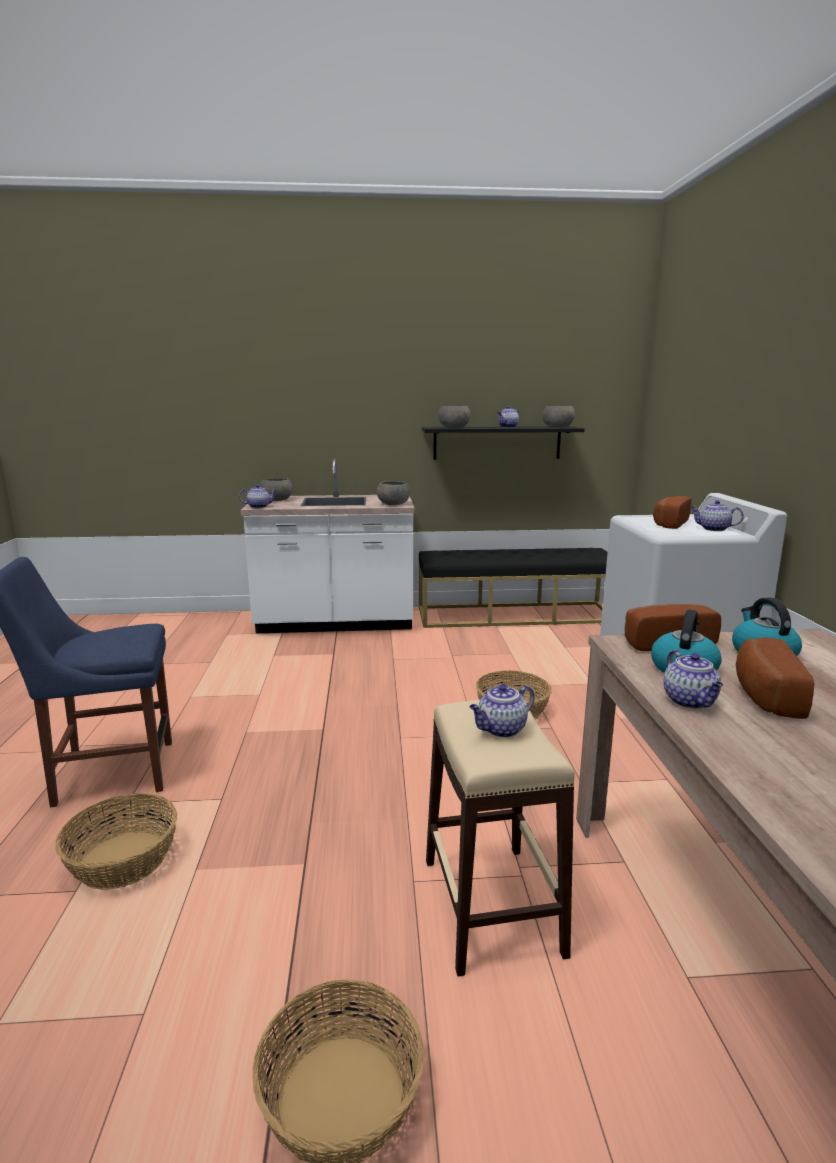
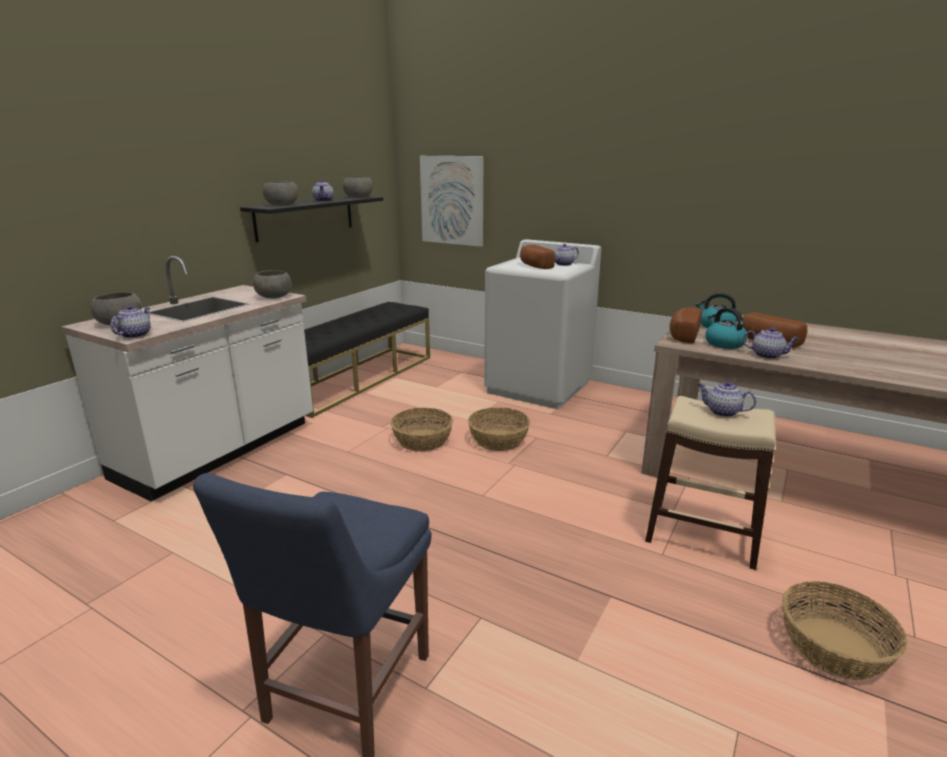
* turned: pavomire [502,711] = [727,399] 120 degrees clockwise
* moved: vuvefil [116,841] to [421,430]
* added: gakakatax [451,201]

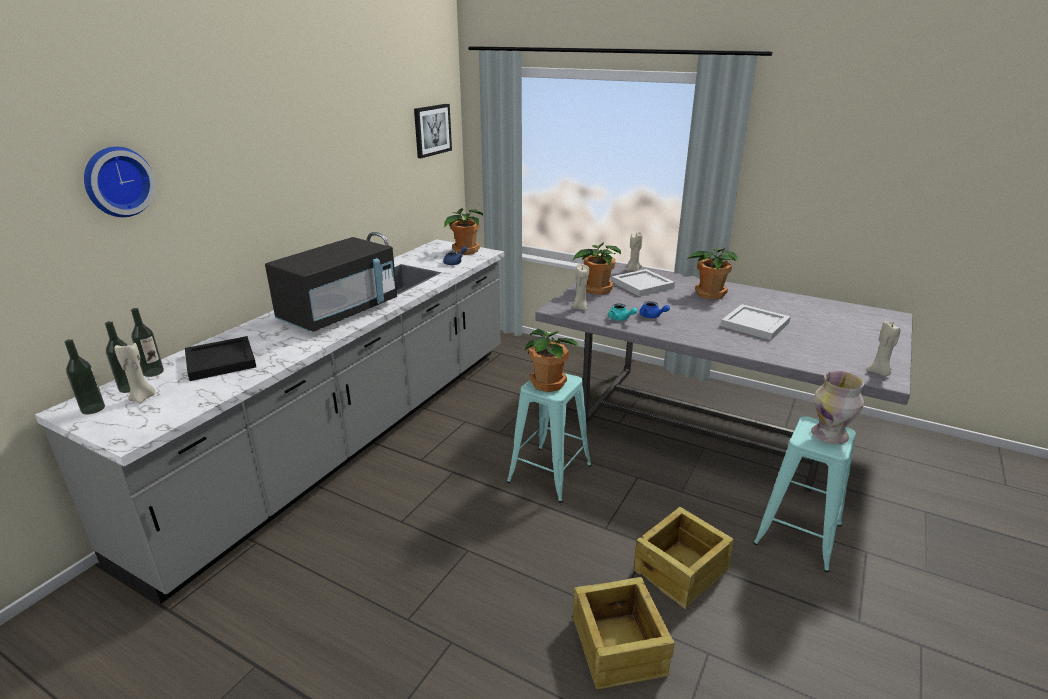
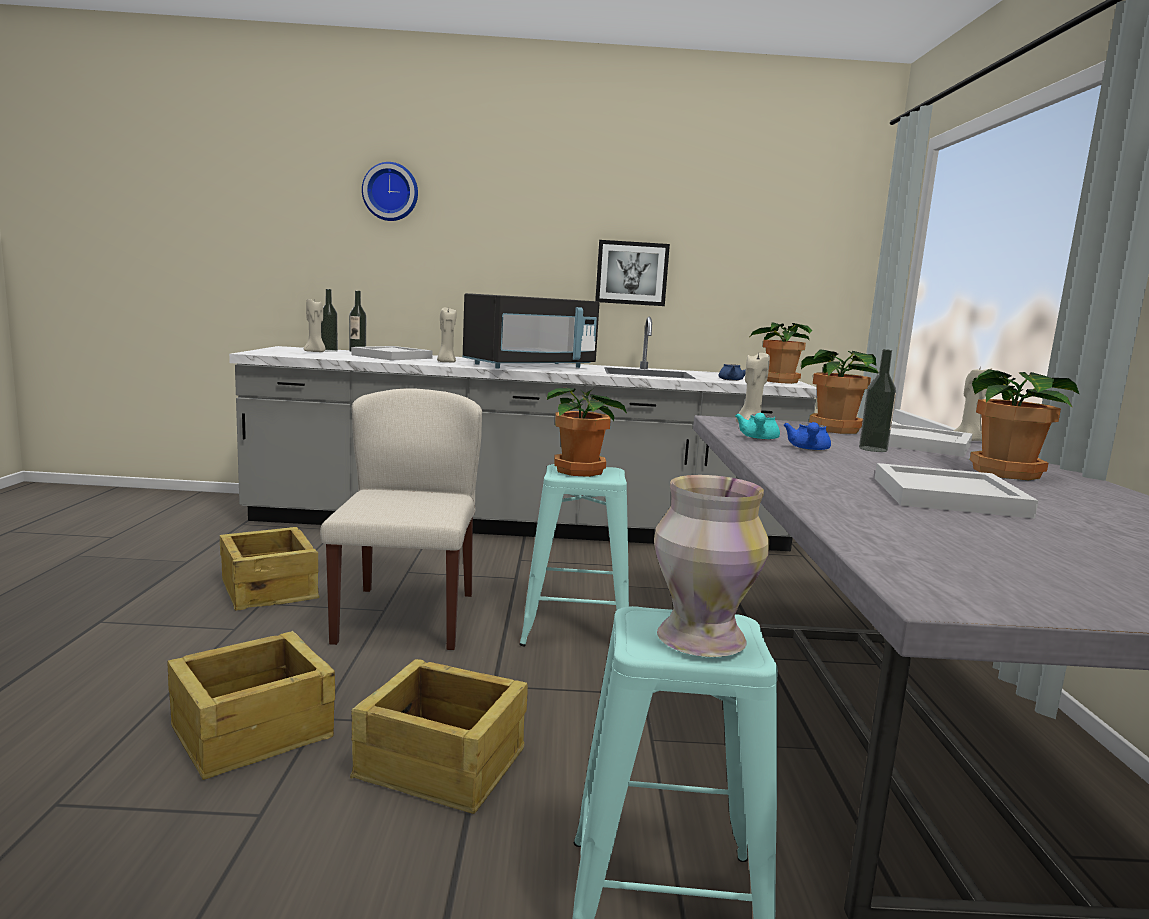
* moved: gakakatax [433,131] to [632,273]
* turned: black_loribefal [331,284] = [531,331] 45 degrees counterclockwise
* moved: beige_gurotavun [883,348] to [446,335]
* recoloured: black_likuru [220,358] to white_likuru [392,353]
* moved: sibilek [84,376] to [877,400]
* added: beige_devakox [401,519]
* added: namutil [269,568]

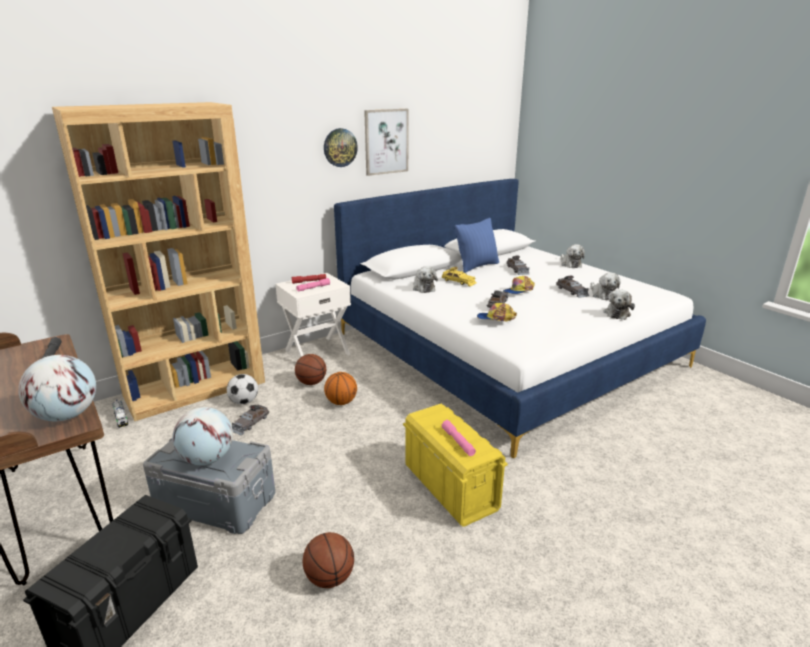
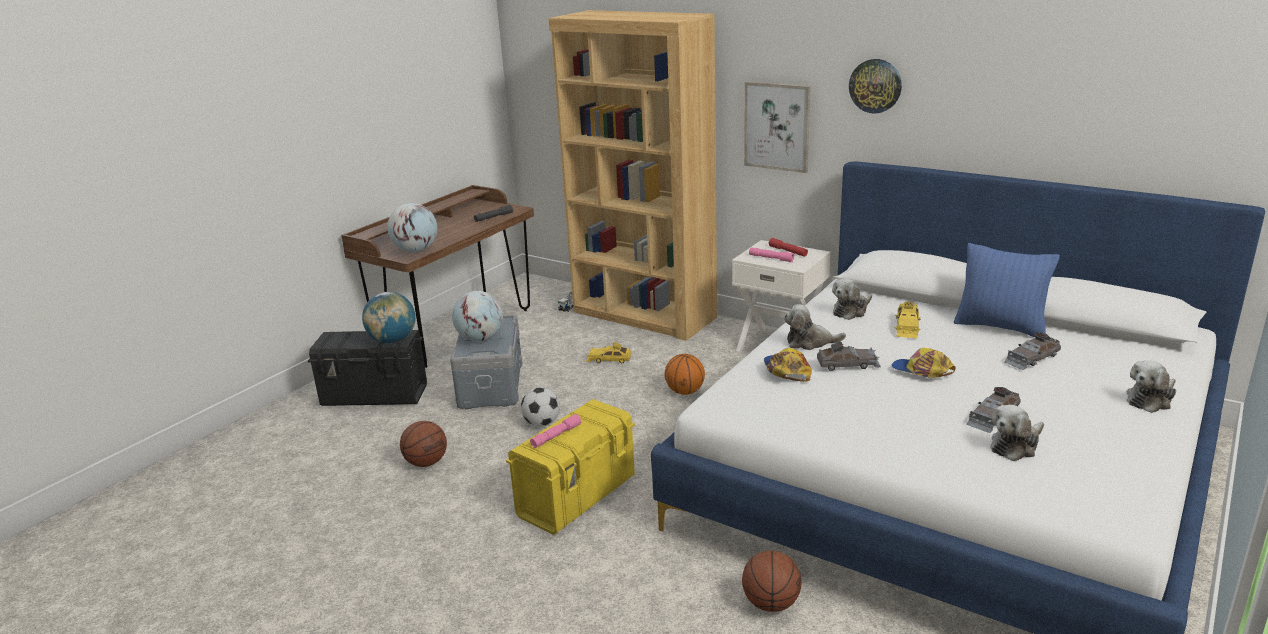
* moved: gakakatax [386,142] to [777,127]
* moved: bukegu [619,304] to [815,327]
* moved: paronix [310,369] to [772,581]
* moved: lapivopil [242,389] to [540,407]
* recoloured: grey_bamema [250,419] to yellow_bamema [608,353]
* added: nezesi [389,317]

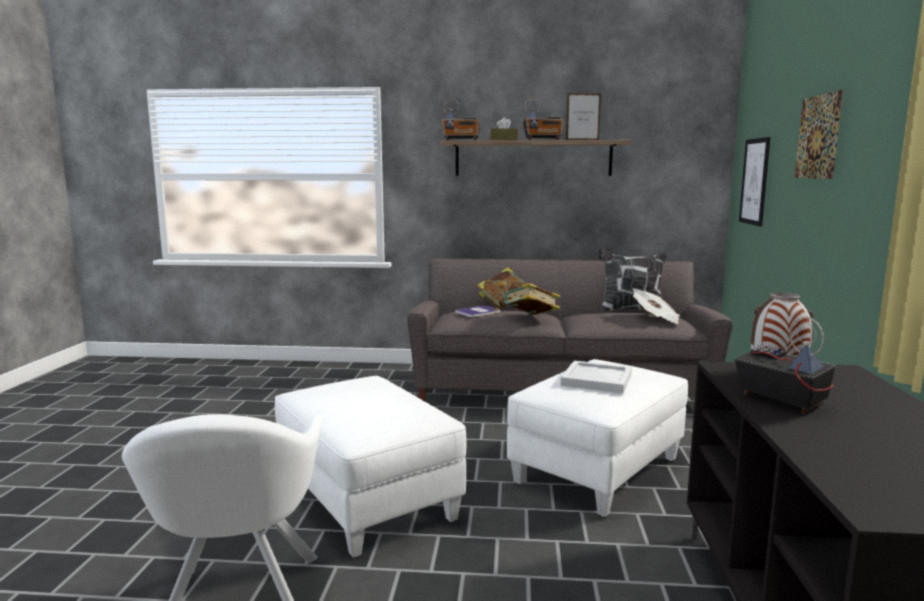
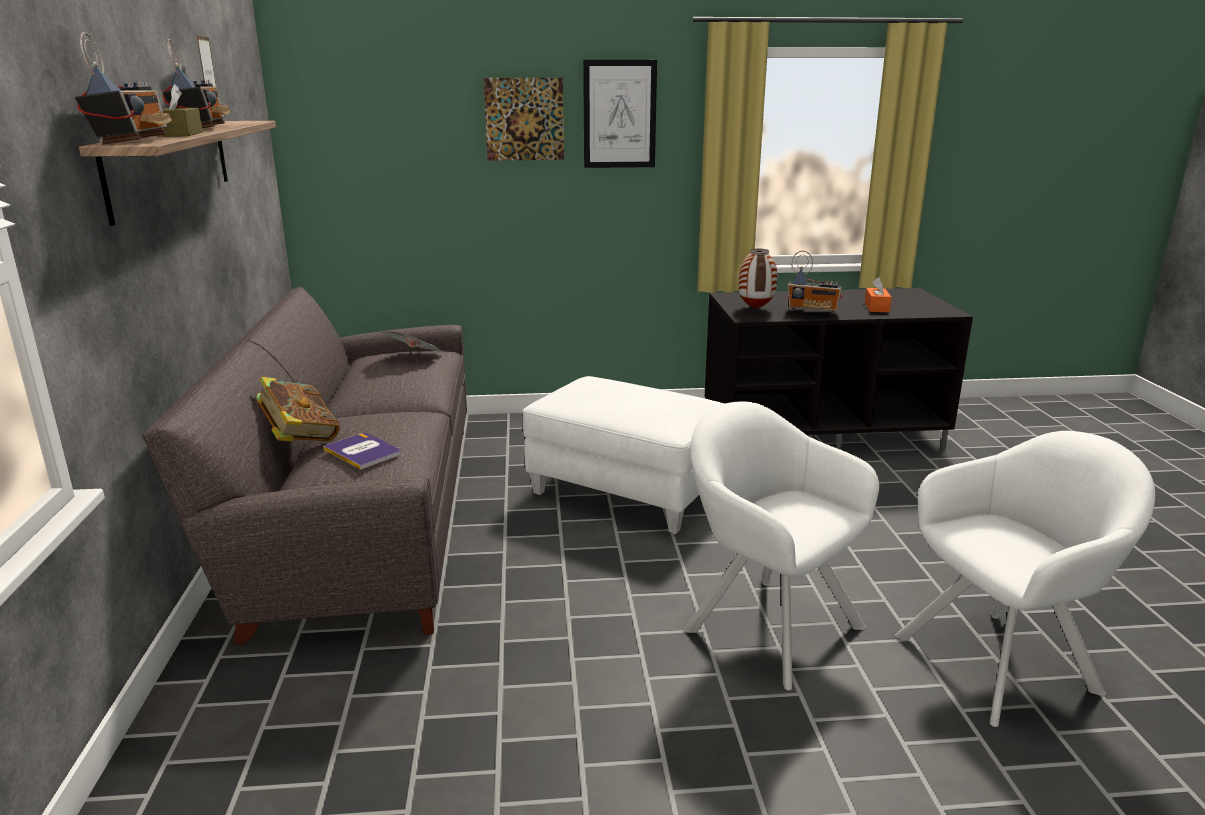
* moved: gakakatax [754,182] to [620,114]
* removed: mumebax [633,280]
* removed: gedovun [532,299]
* turned: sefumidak [785,365] = [814,283] 120 degrees counterclockwise
* removed: white_likuru [596,377]
* replaced: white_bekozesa [370,466] to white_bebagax [781,546]
* added: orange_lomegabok [878,294]

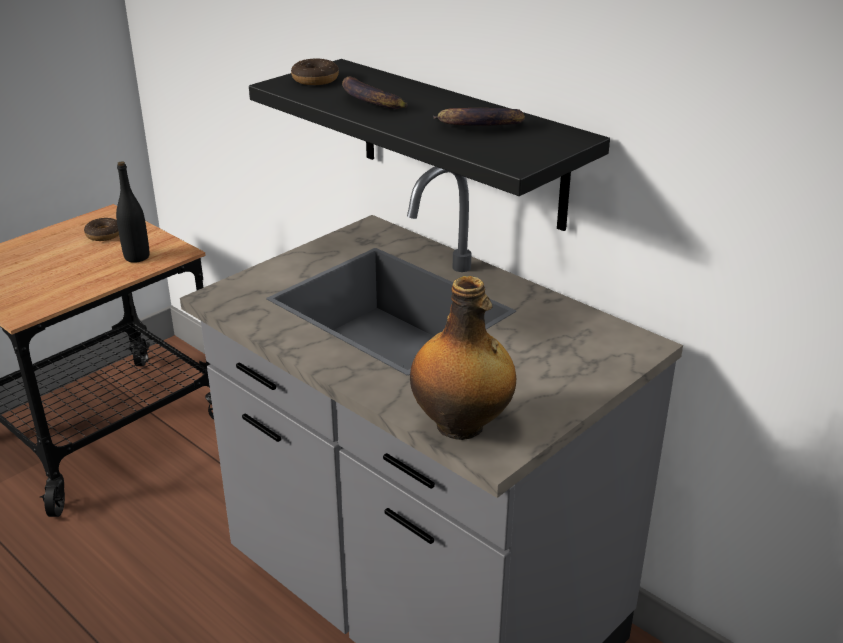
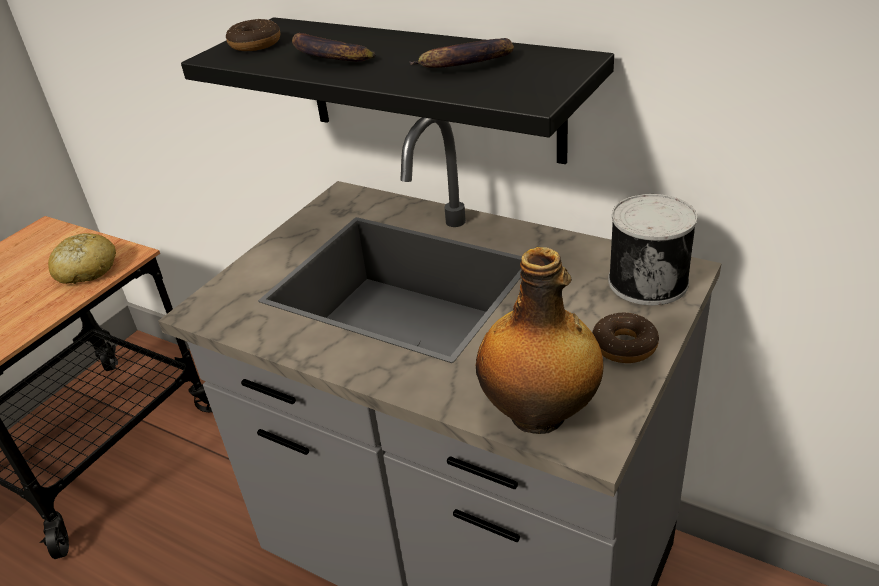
* replaced: black_sibilek [132,212] to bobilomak [82,258]
* moved: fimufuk [101,229] to [625,338]
* added: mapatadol [652,249]

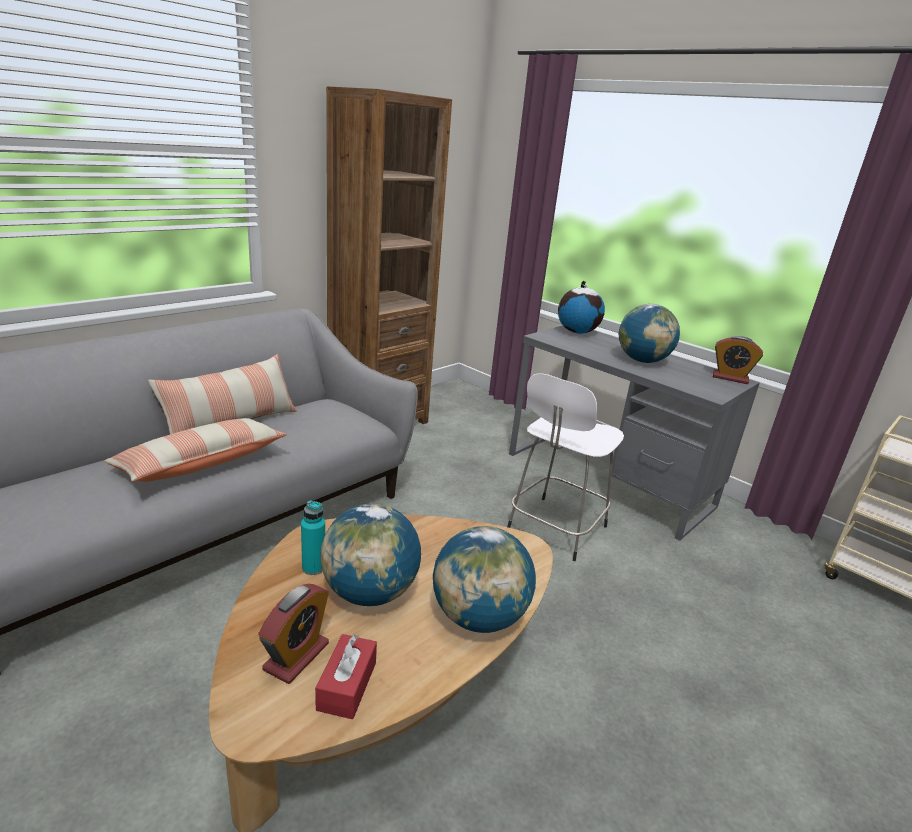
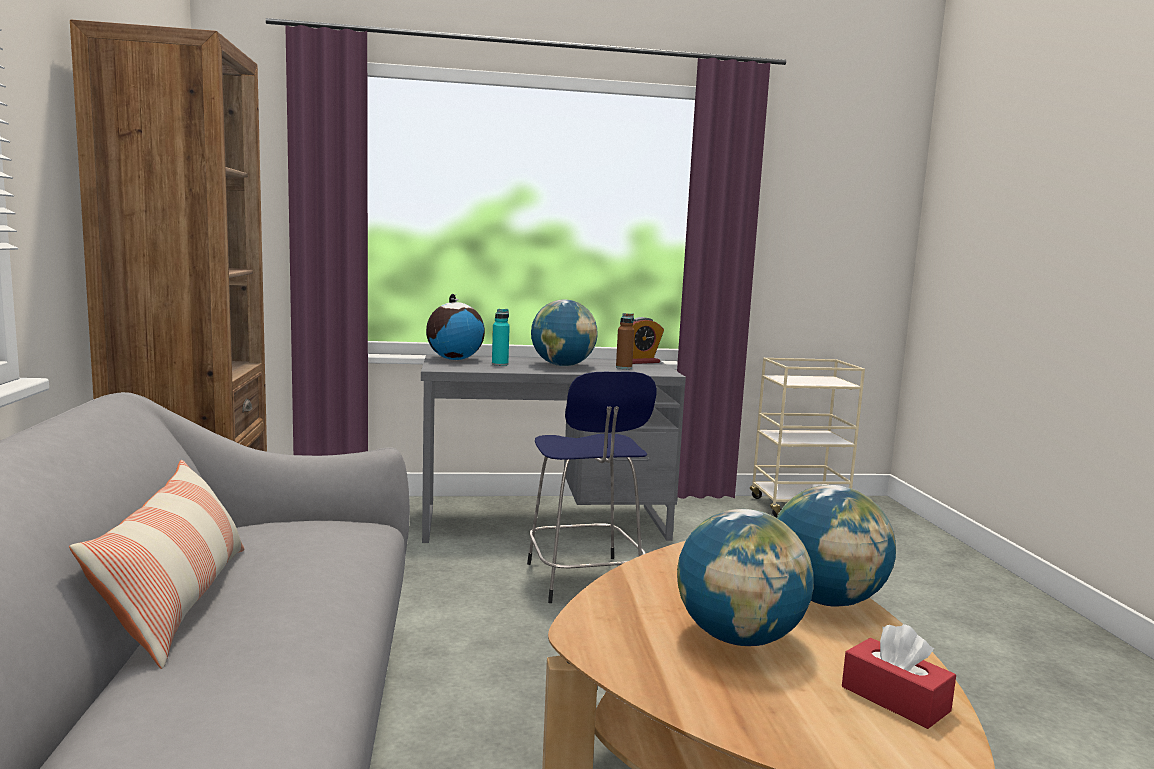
* recoloured: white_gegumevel [565,467] to blue_gegumevel [592,487]
* removed: mumebax [195,450]
* moved: turquoise_sibilek [313,537] to [501,337]
* removed: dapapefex [293,634]
* added: brown_sibilek [625,341]

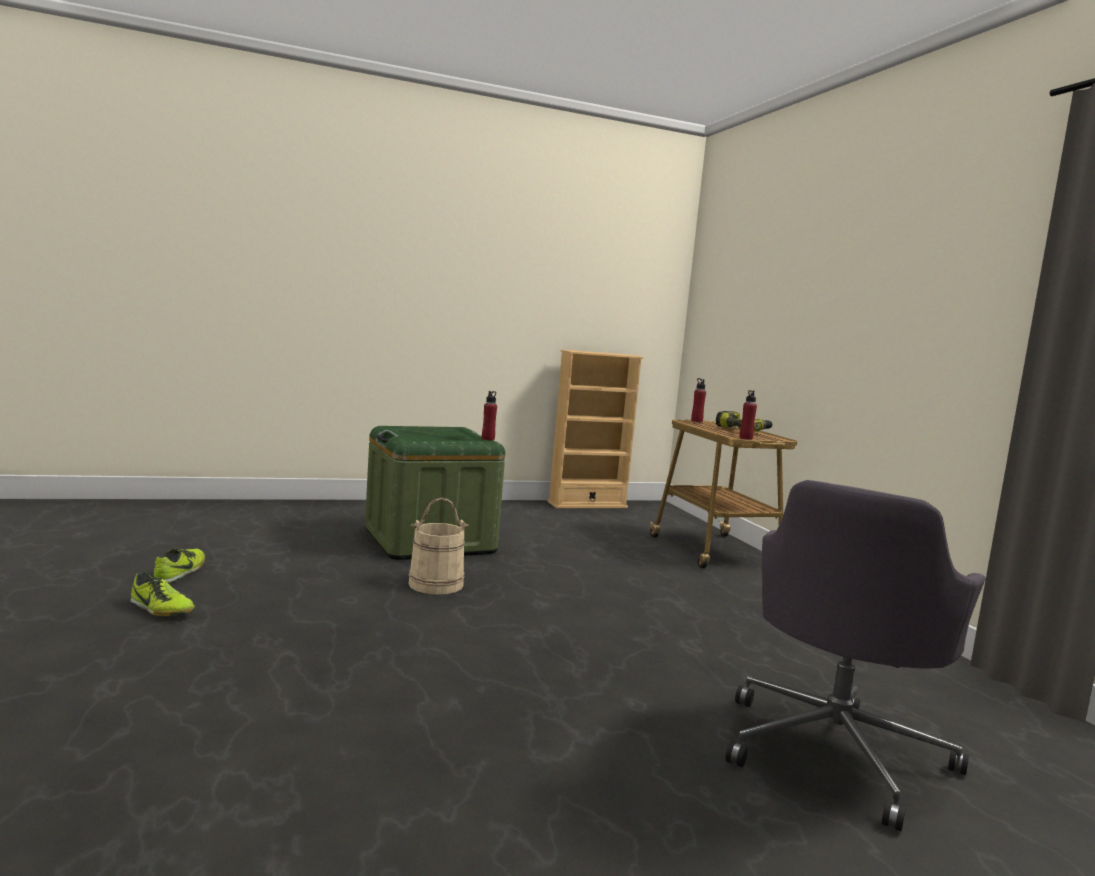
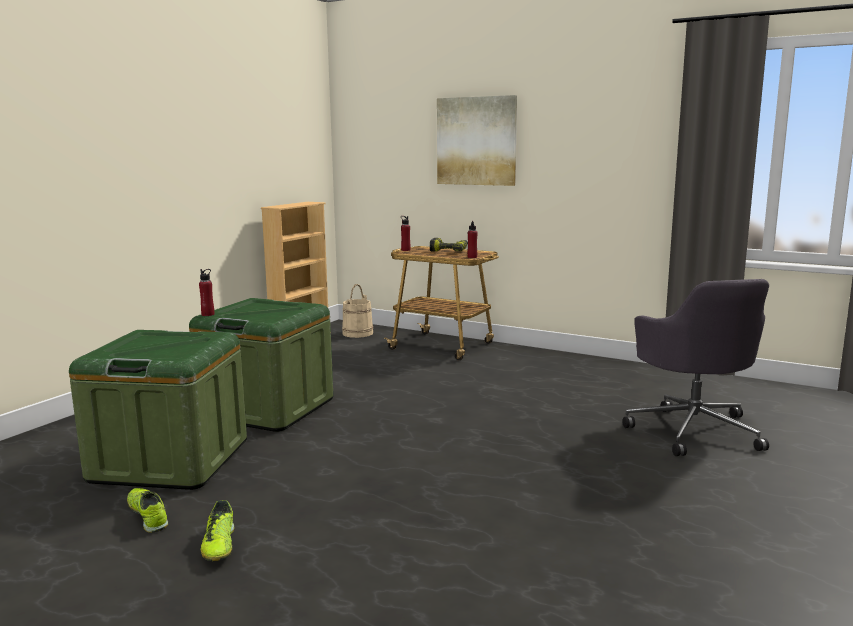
* moved: red_sibilek [489,415] to [206,292]
* moved: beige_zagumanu [438,546] to [357,311]
* turned: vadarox [162,594] = [217,530] 90 degrees clockwise
* added: gakakatax [477,140]
* added: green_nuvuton [158,410]

